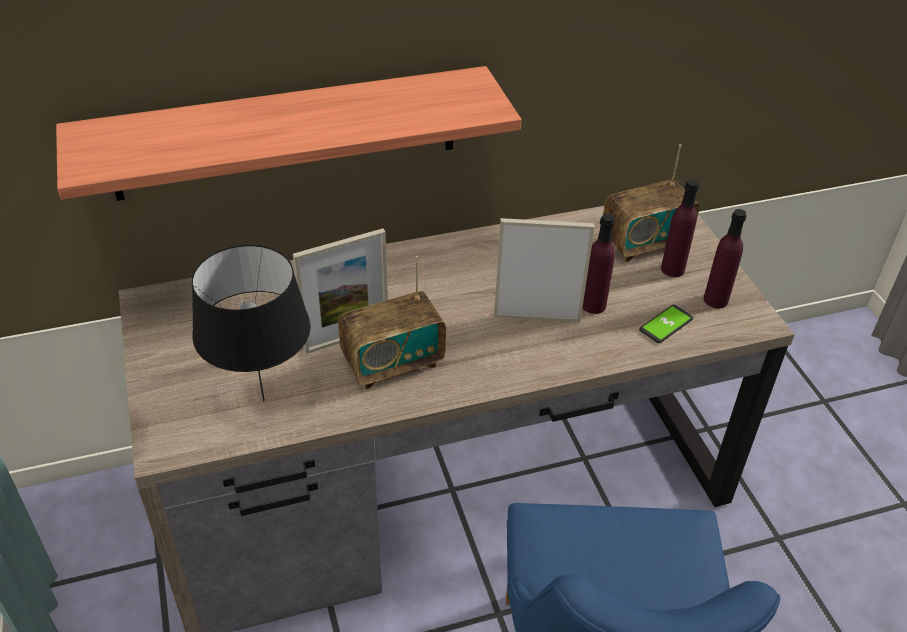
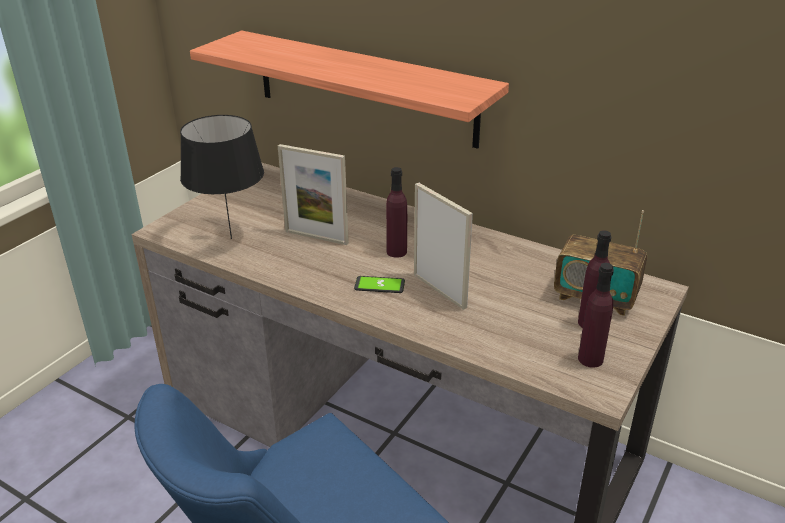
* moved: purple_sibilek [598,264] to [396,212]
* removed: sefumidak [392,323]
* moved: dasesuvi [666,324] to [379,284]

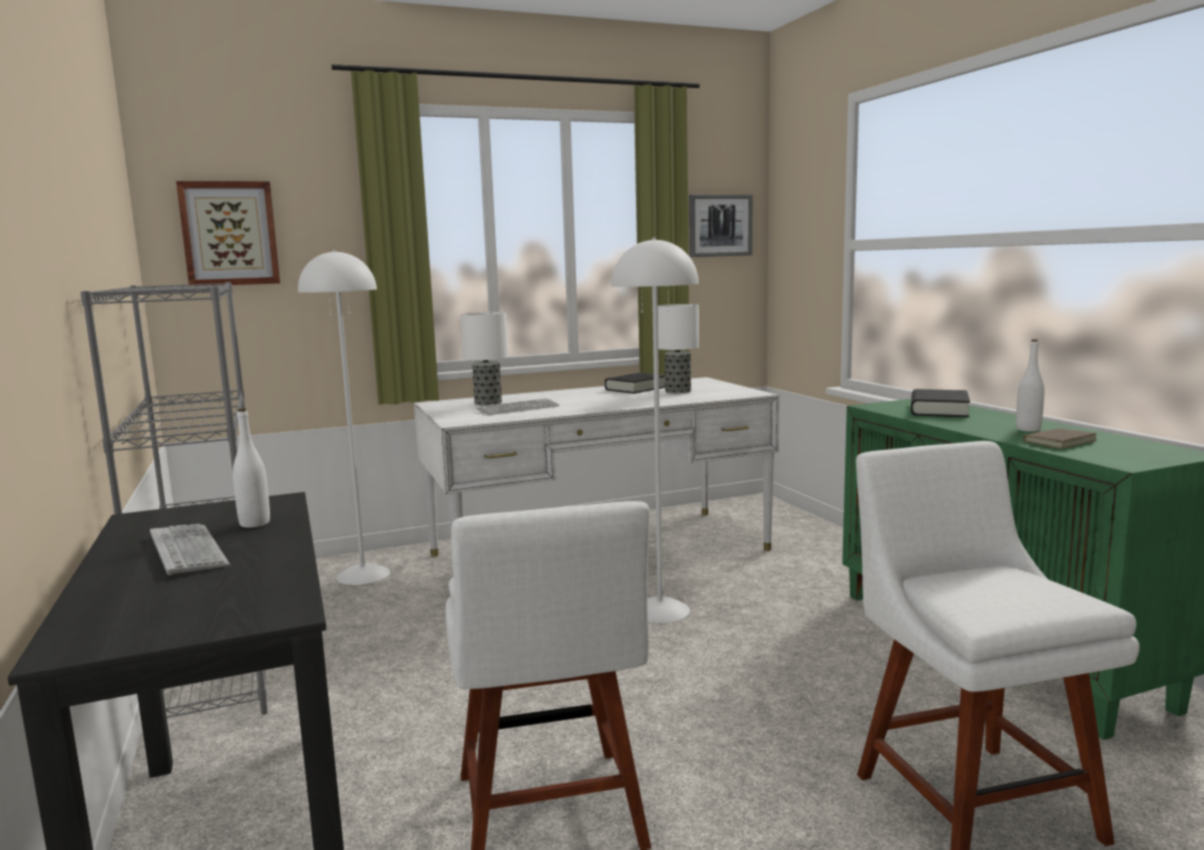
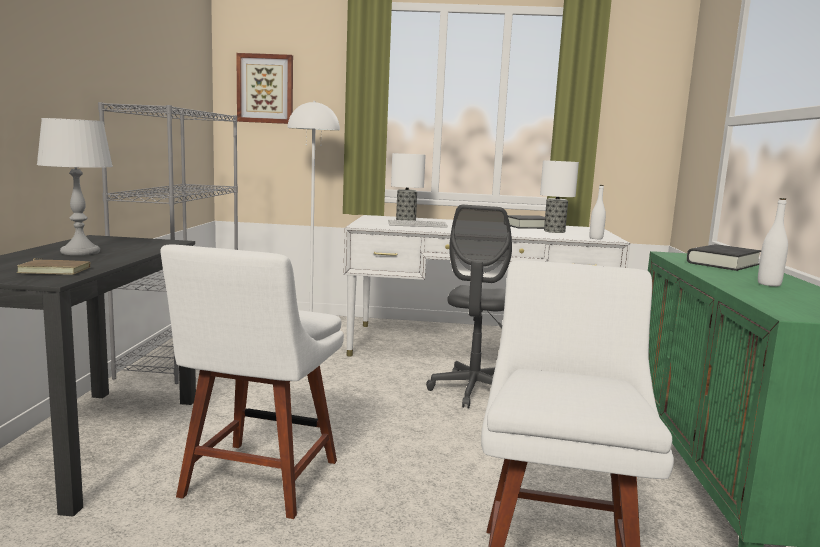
* removed: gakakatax [720,226]
* replaced: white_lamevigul [655,430] to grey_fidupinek [469,306]
* moved: white_sibilek [251,468] to [598,212]
* moved: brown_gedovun [1055,438] to [53,266]
* replaced: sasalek [190,550] to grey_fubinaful [75,186]

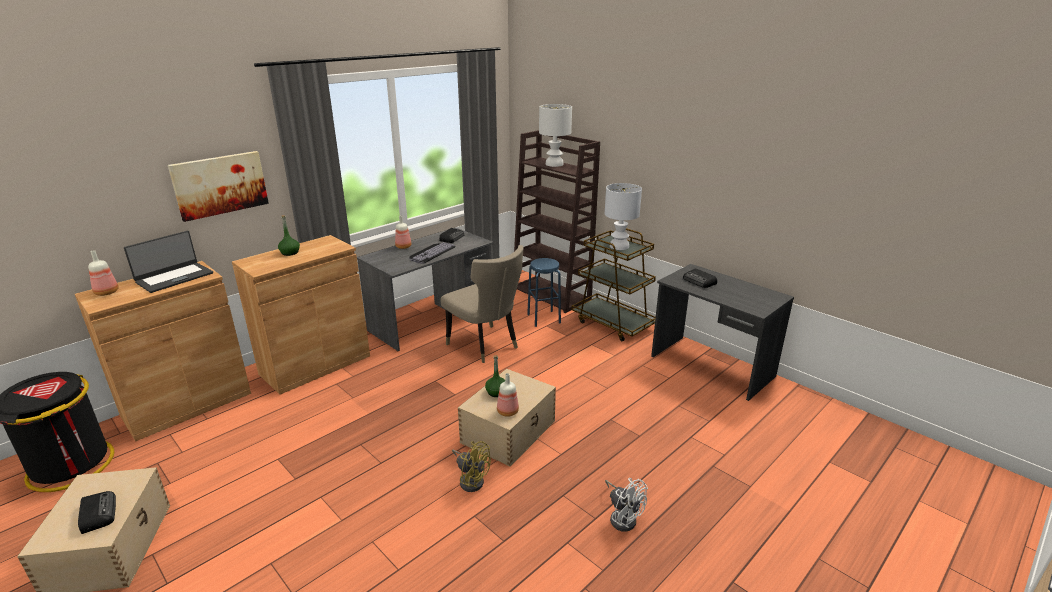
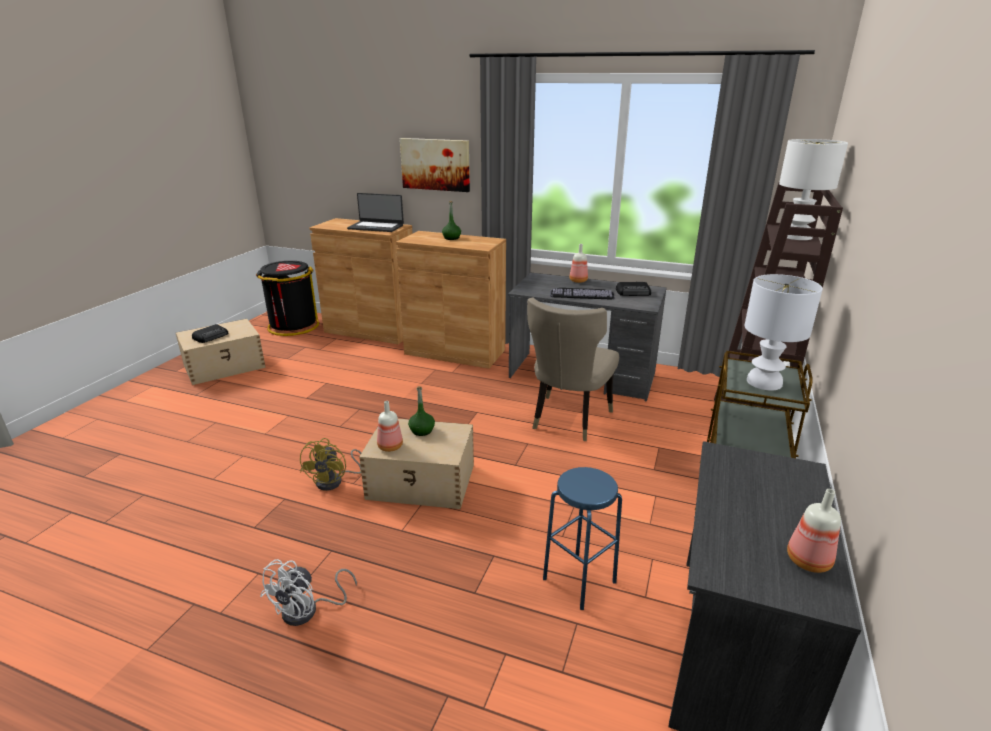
* moved: sibilek [103,273] to [814,531]
* moved: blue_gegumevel [544,292] to [582,538]
* removed: sefumidak [700,278]

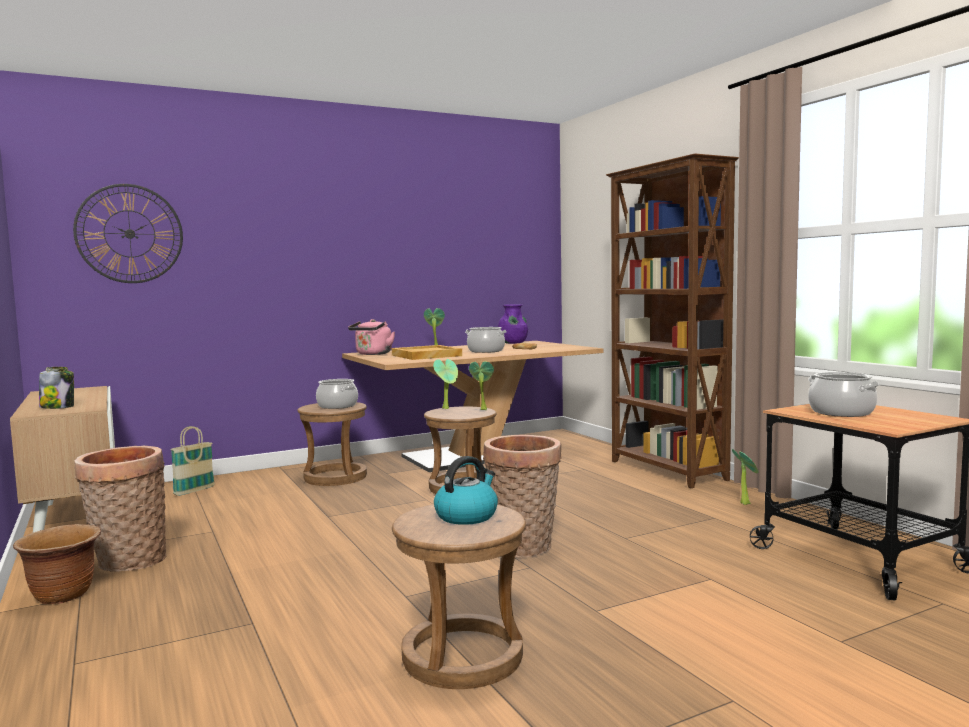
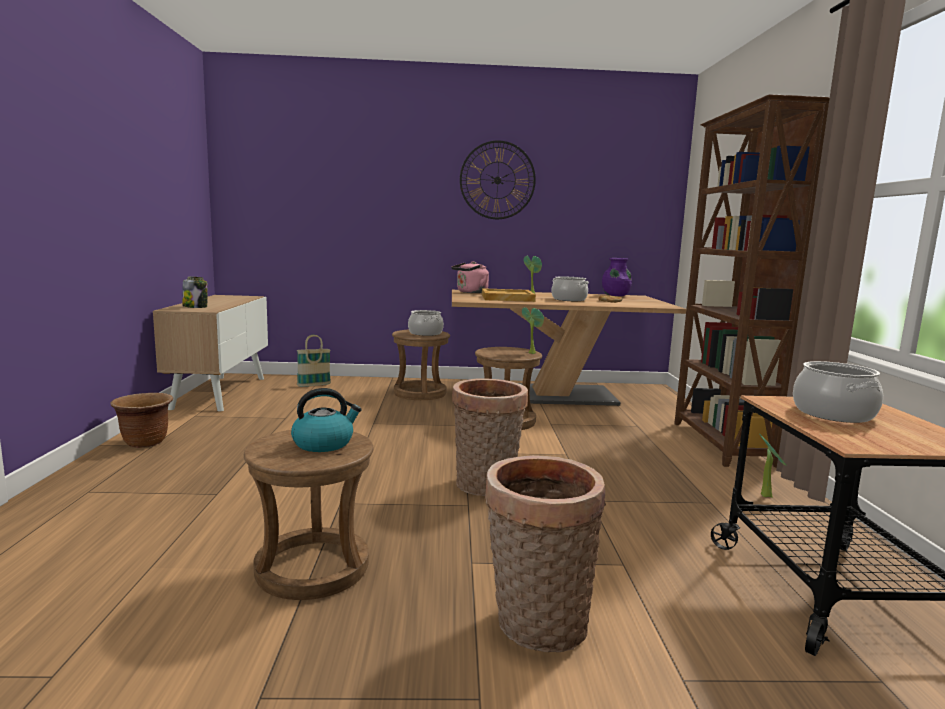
* moved: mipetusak [128,233] to [498,179]
* removed: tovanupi [445,384]
* moved: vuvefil [120,509] to [545,553]

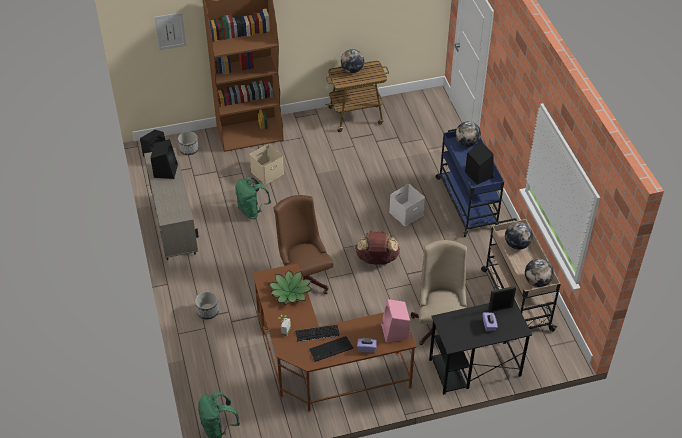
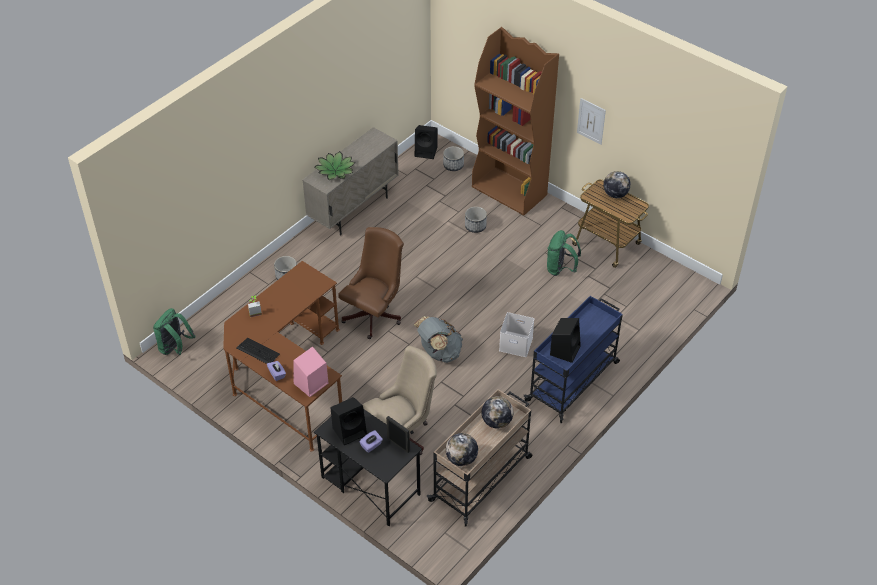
* moved: gakakatax [170,31] to [591,121]
* removed: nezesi [468,134]
* moved: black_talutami [164,159] to [349,421]
* replaced: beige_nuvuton [267,164] to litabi [476,219]
* moved: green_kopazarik [253,198] to [564,253]
* recoloured: brown_kopazarik [377,248] to grey_kopazarik [438,339]
* moved: tovanupi [290,287] to [335,165]
* removed: sasalek [317,333]

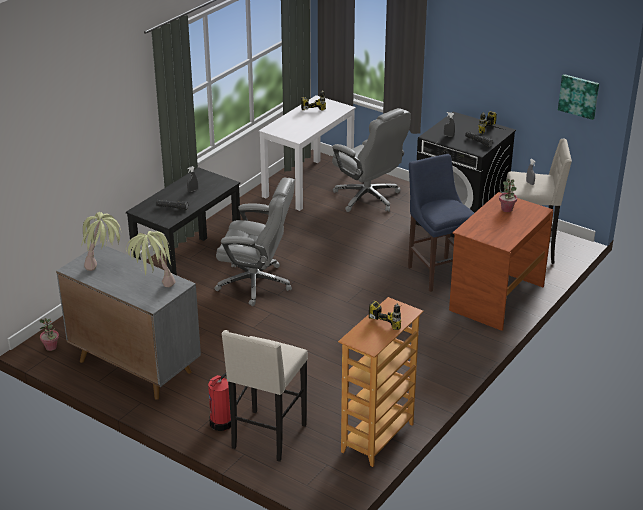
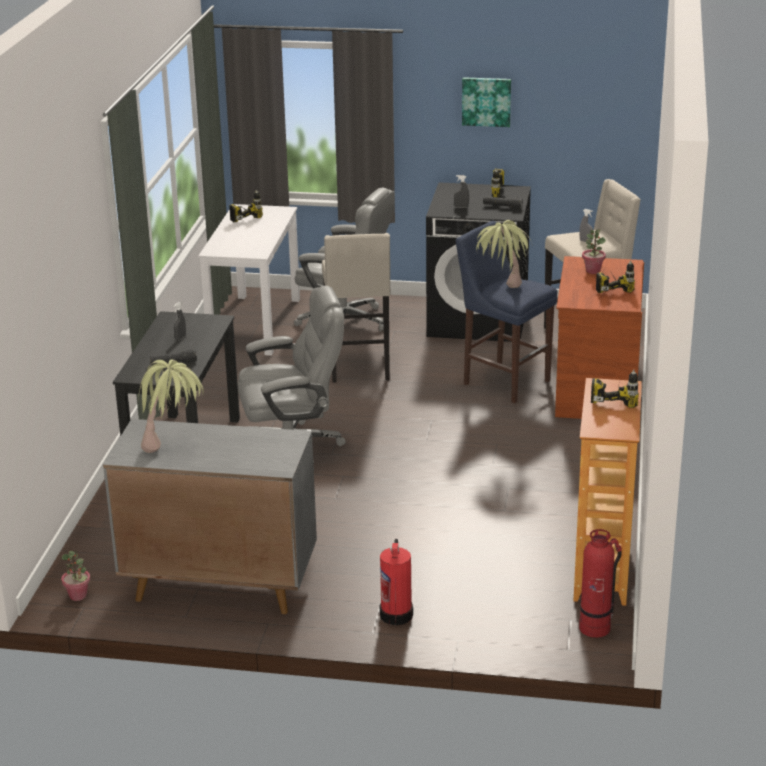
* moved: gakakatax [578,97] to [486,102]
* moved: tovanupi [150,259] to [503,254]
* moved: beige_gegumevel [264,396] to [356,308]
* added: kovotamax [615,276]
* added: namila [600,583]

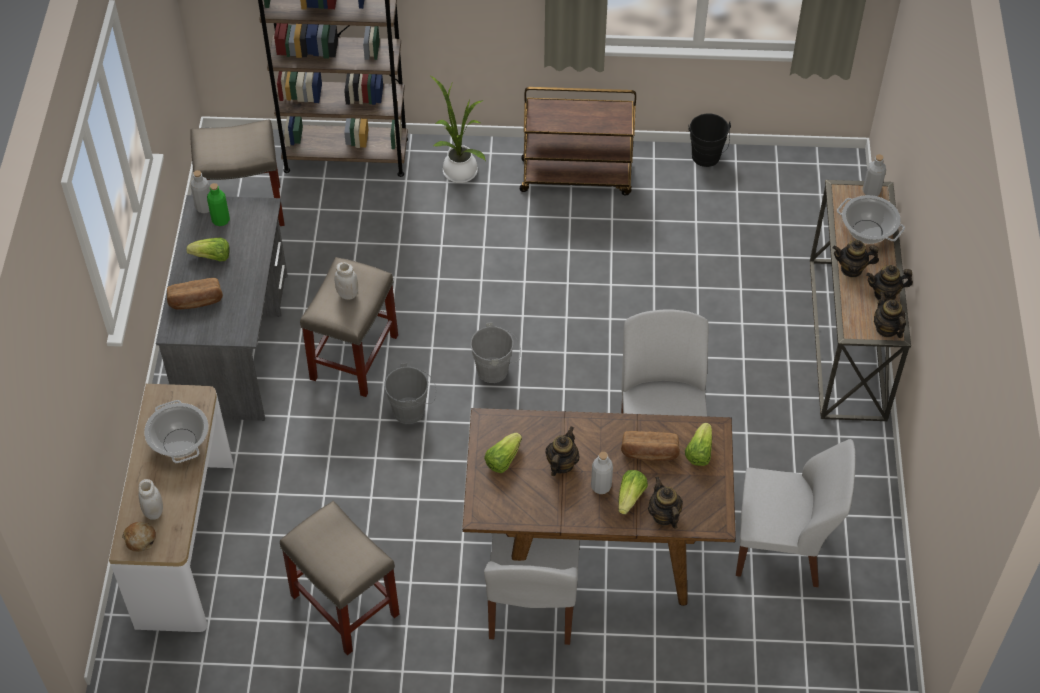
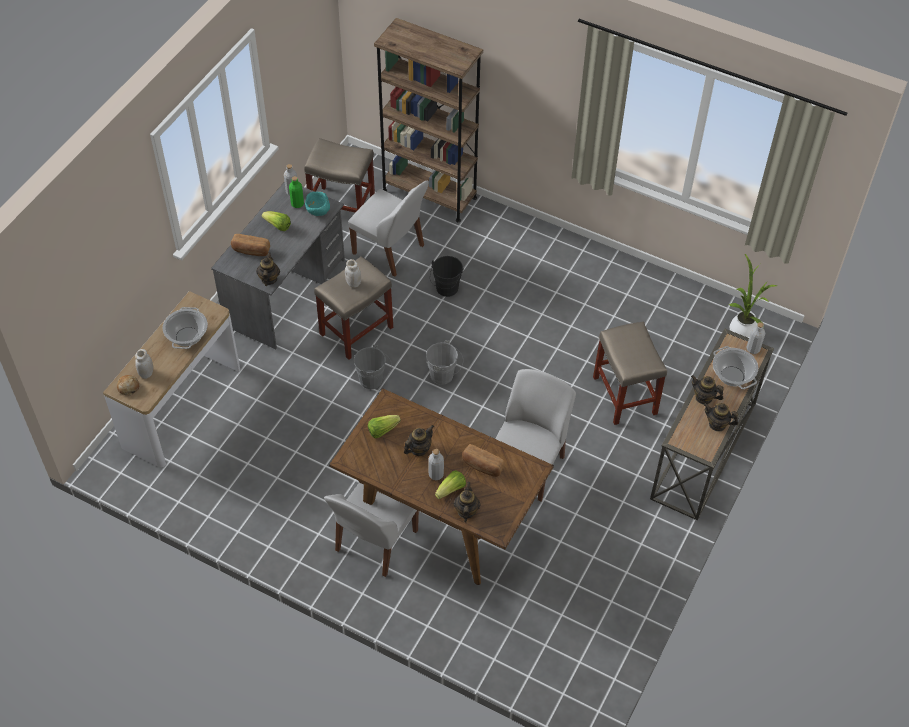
* moved: tovanupi [458,129] to [753,296]
* removed: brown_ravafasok [578,141]
* moved: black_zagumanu [710,140] to [447,276]
* moved: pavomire [890,315] to [268,269]
* removed: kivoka [698,444]
* moved: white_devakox [796,513] to [388,229]
* moved: beige_gegumevel [340,578] to [630,373]
* added: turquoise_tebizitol [317,203]

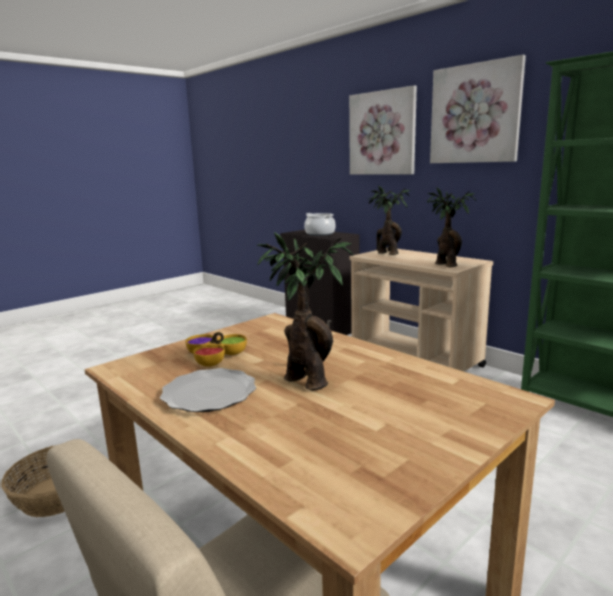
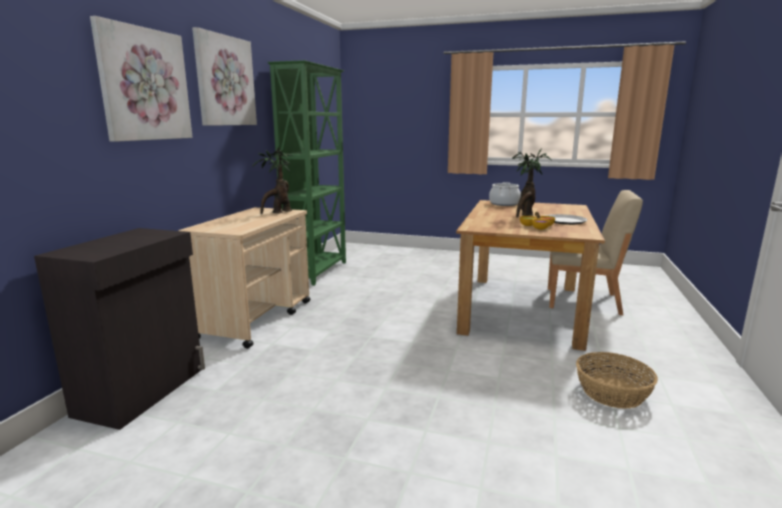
* removed: tovanupi [388,220]
* moved: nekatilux [320,224] to [505,194]

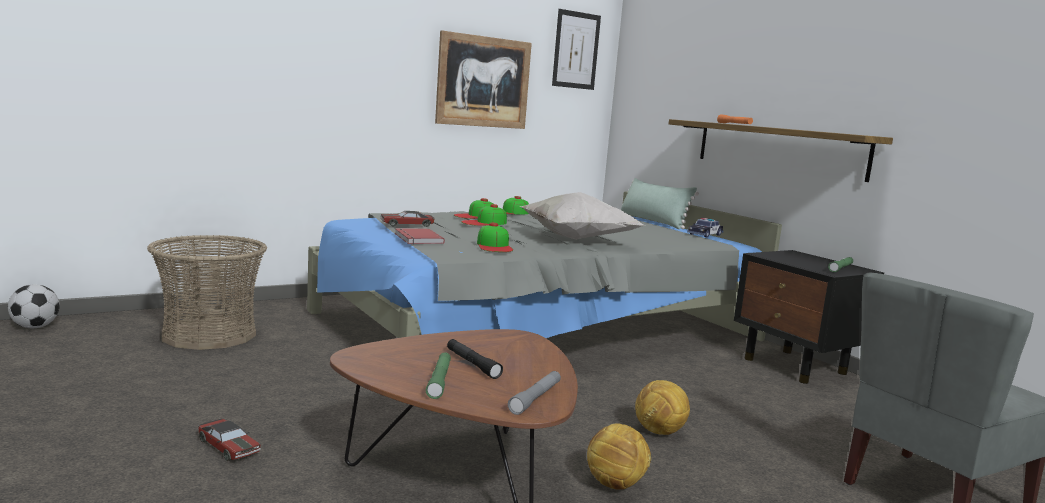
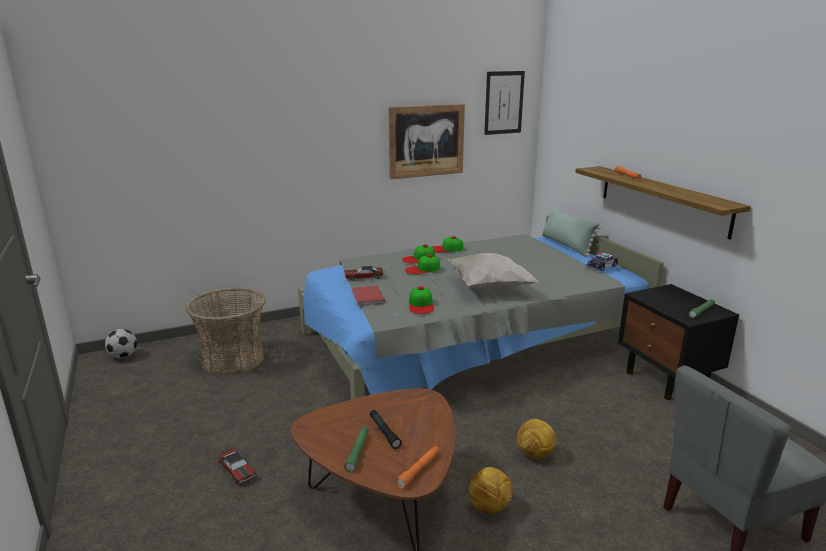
* recoloured: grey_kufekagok [534,393] to orange_kufekagok [418,467]

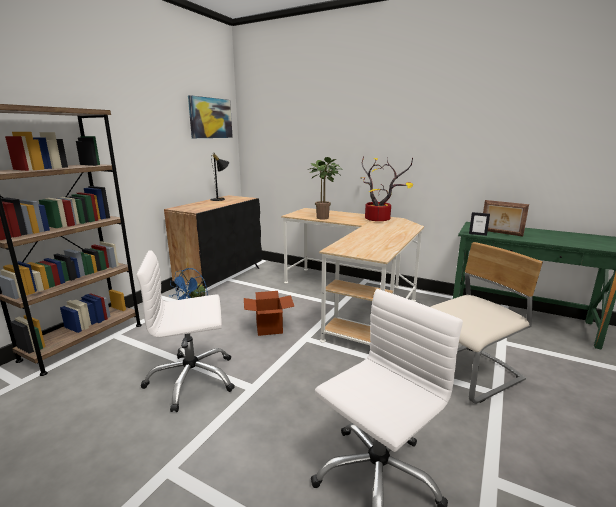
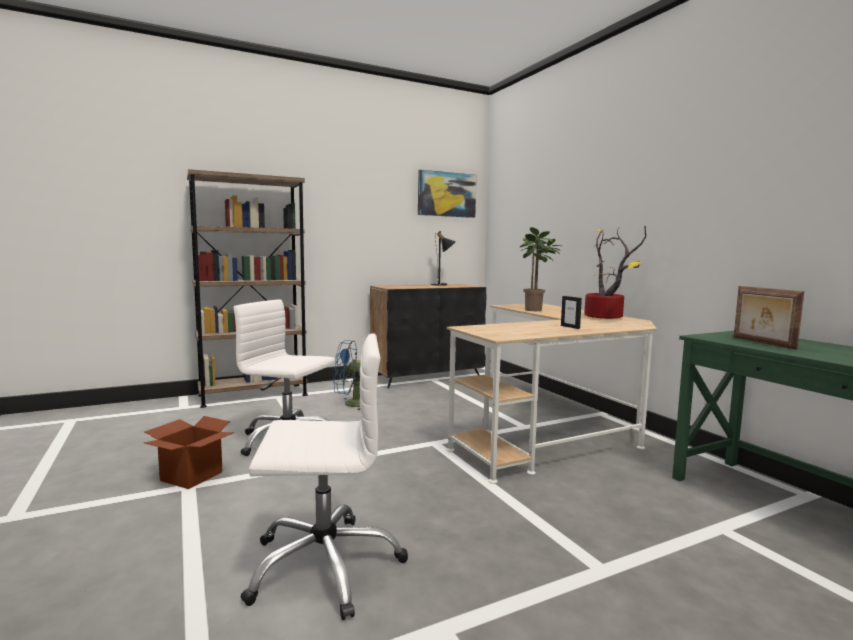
* moved: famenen [479,224] to [571,312]
* removed: beige_devakox [487,323]
* moved: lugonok [269,313] to [189,452]

